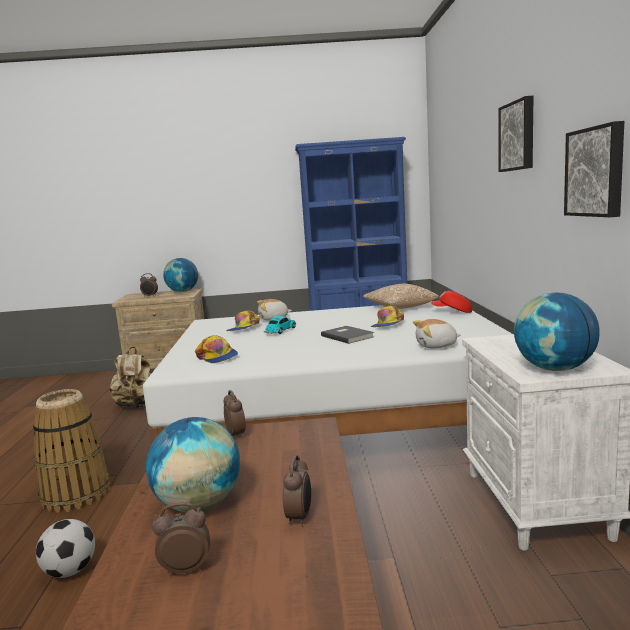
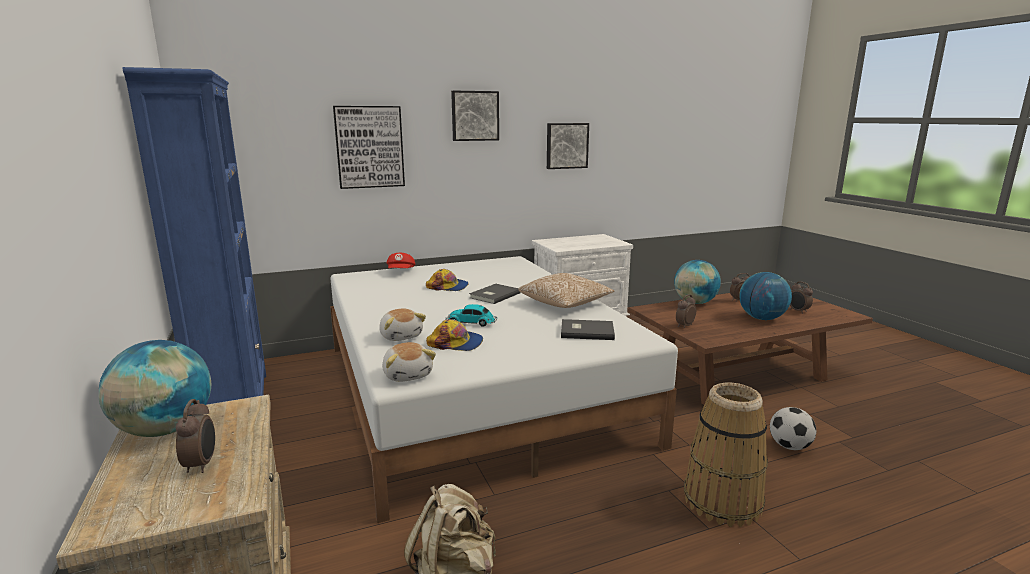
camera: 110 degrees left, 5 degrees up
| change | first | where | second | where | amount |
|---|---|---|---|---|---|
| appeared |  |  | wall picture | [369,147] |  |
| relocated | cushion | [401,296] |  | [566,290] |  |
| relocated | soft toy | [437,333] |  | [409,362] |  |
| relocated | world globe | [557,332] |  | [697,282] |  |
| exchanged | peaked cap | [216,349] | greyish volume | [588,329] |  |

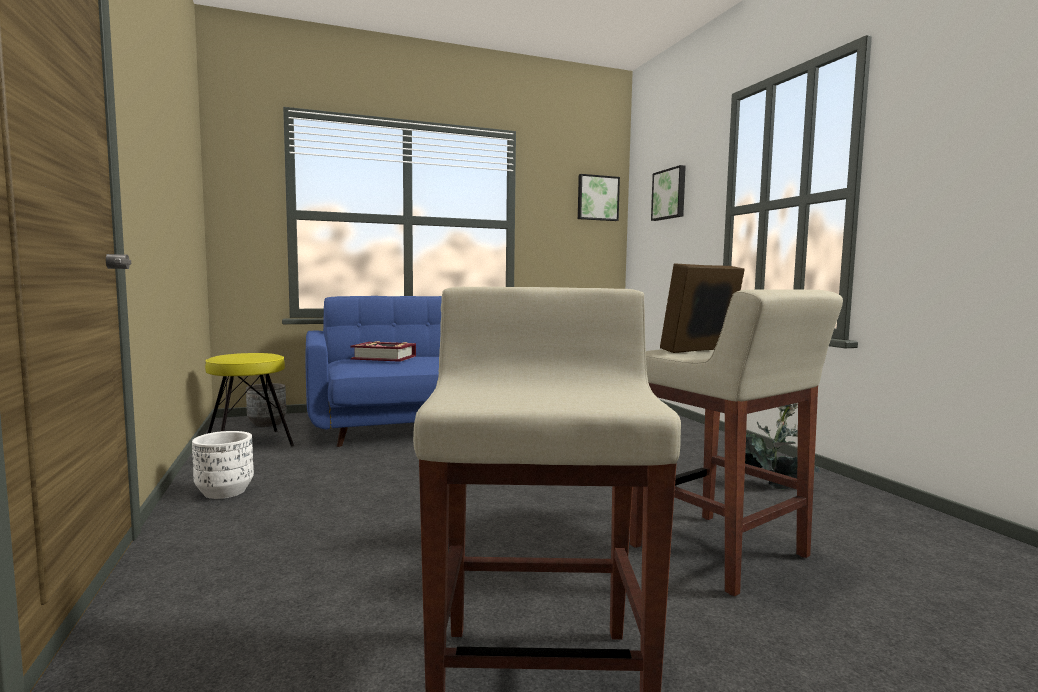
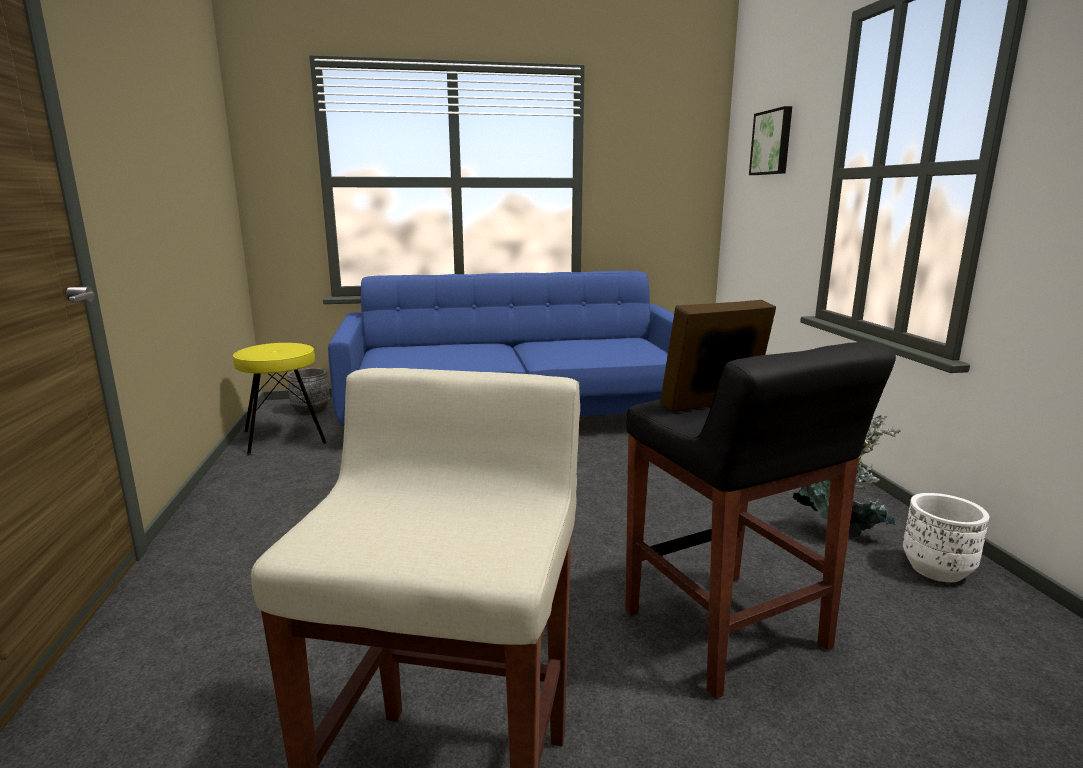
camera: 10 degrees right, 10 degrees up
| change | first | where | second | where | amount |
|---|---|---|---|---|---|
| missing | volume | [383,351] |  |  |  |
| missing | wall picture | [599,197] |  |  |  |
| relocated | white flower pot | [223,465] |  | [946,538] |  |
| colour | sand-coloured stool seat | [736,442] | blackish stool seat | [760,520] |  |

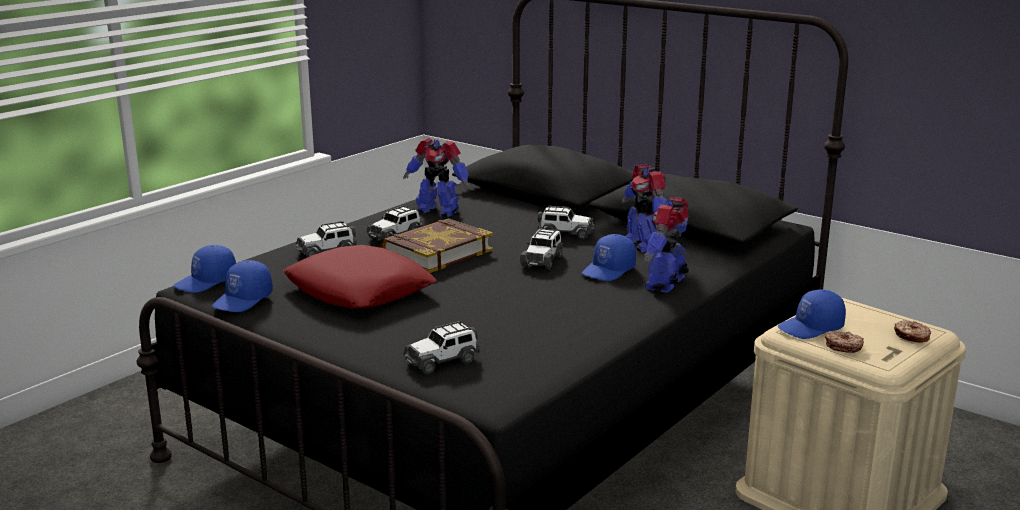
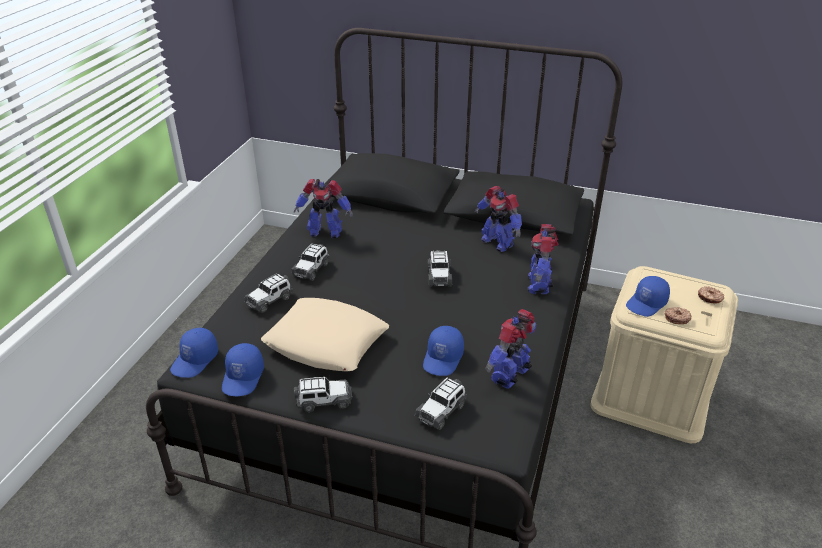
camera: 20 degrees left, 15 degrees up
| change | first | where | second | where | amount |
|---|---|---|---|---|---|
| missing | volume | [437,245] |  |  |  |
| appeared |  |  | model robot | [510,349] |  |
| relocated | toy car | [566,222] |  | [323,394] |  |
| relocated | blue peaked cap | [609,257] |  | [443,351] |  |
| colour | red cushion | [360,277] | sand-coloured cushion | [325,334] |  |

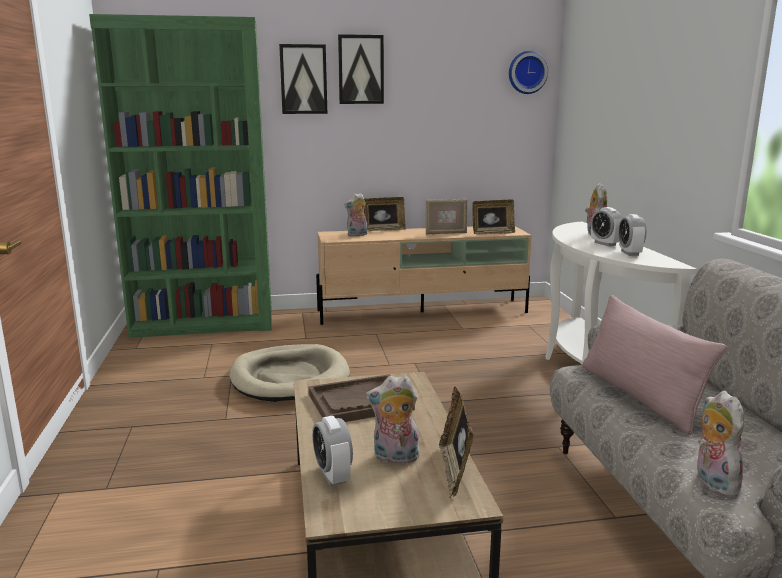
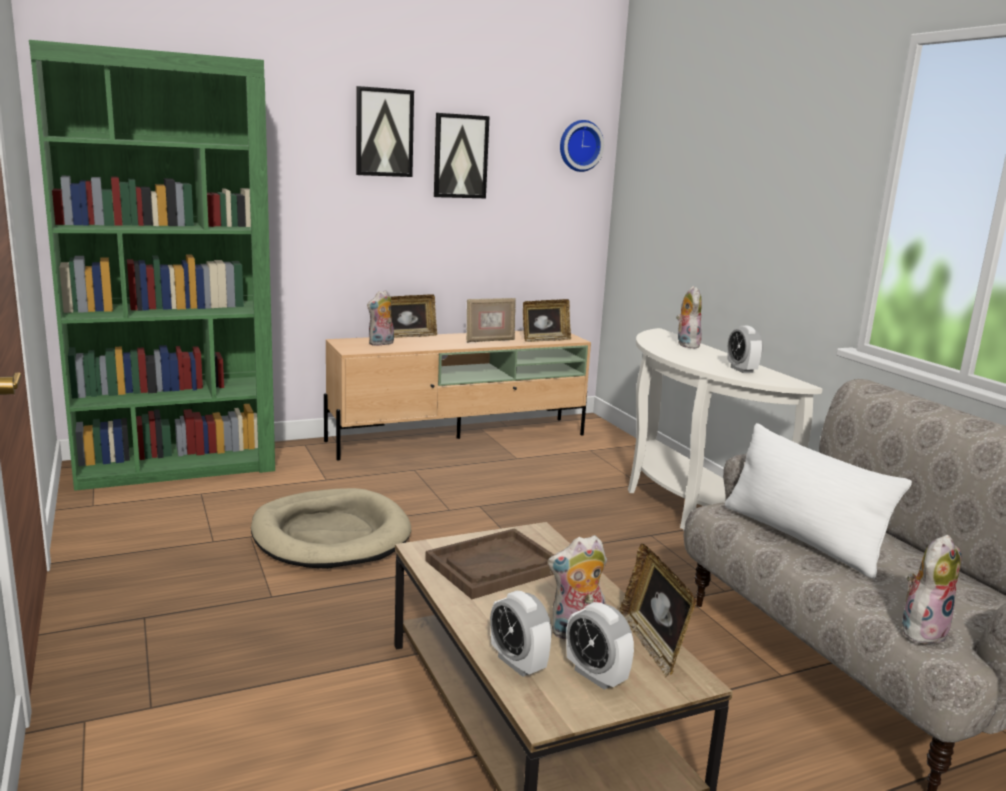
camera: 15 degrees left, 0 degrees up
| change | first | where | second | where | amount |
|---|---|---|---|---|---|
| relocated | wall picture | [303,79] |  | [462,155] |  |
| relocated | bedside clock | [606,226] |  | [600,646] |  |
| colour | pink cushion | [654,365] | white cushion | [818,501] |  |
| spun | soft toy | [719,444] |  | [931,589] | 75 degrees clockwise |

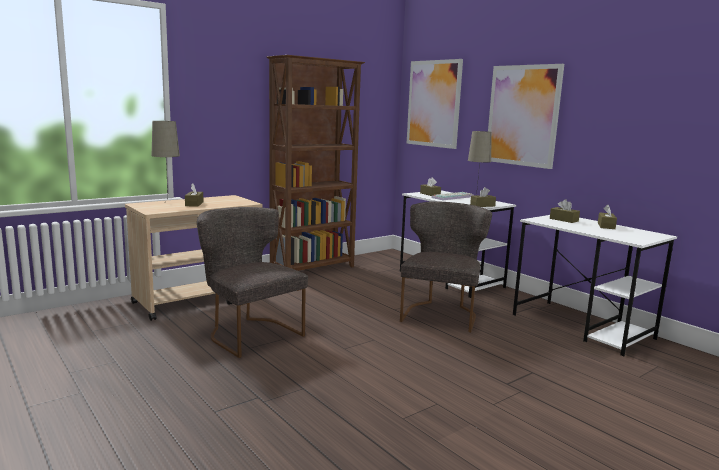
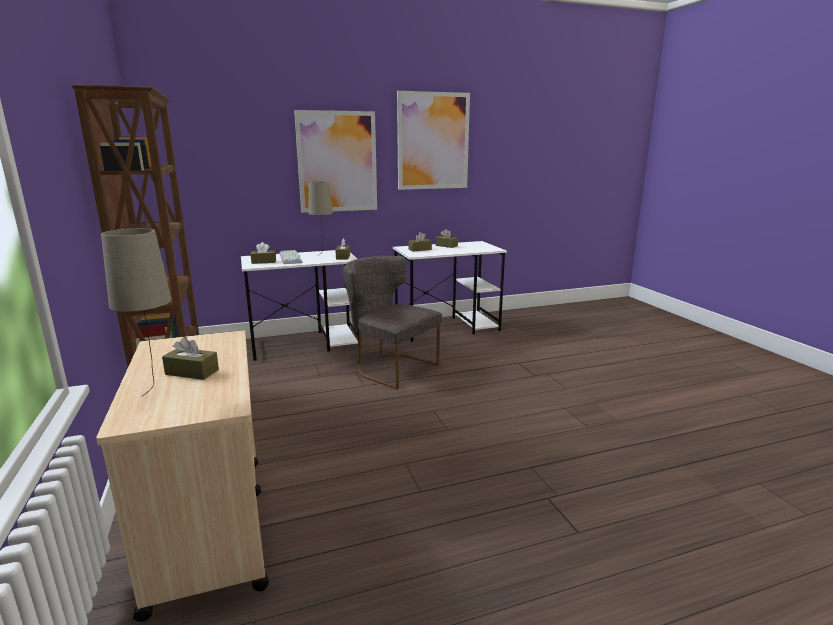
camera: 70 degrees left, 5 degrees up
| change | first | where | second | where | amount |
|---|---|---|---|---|---|
| missing | greyish chair | [252,282] |  |  |  |
| relocated | wall picture | [435,104] |  | [433,140] |  |

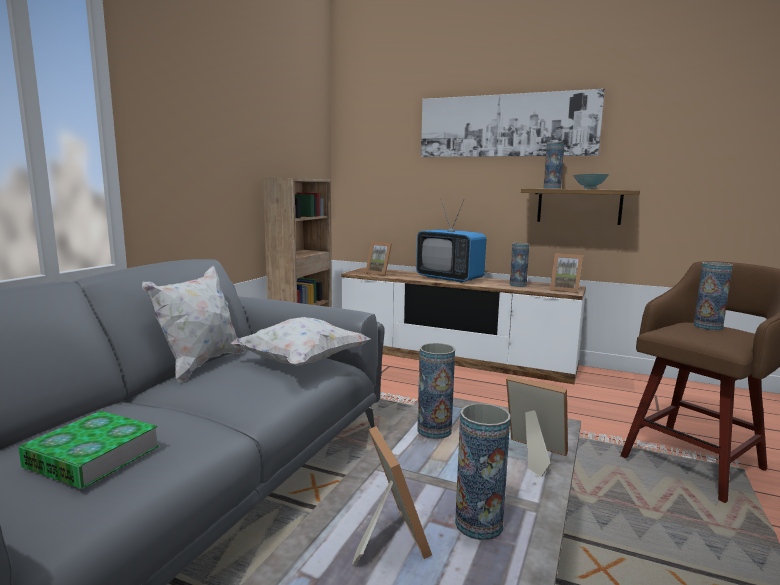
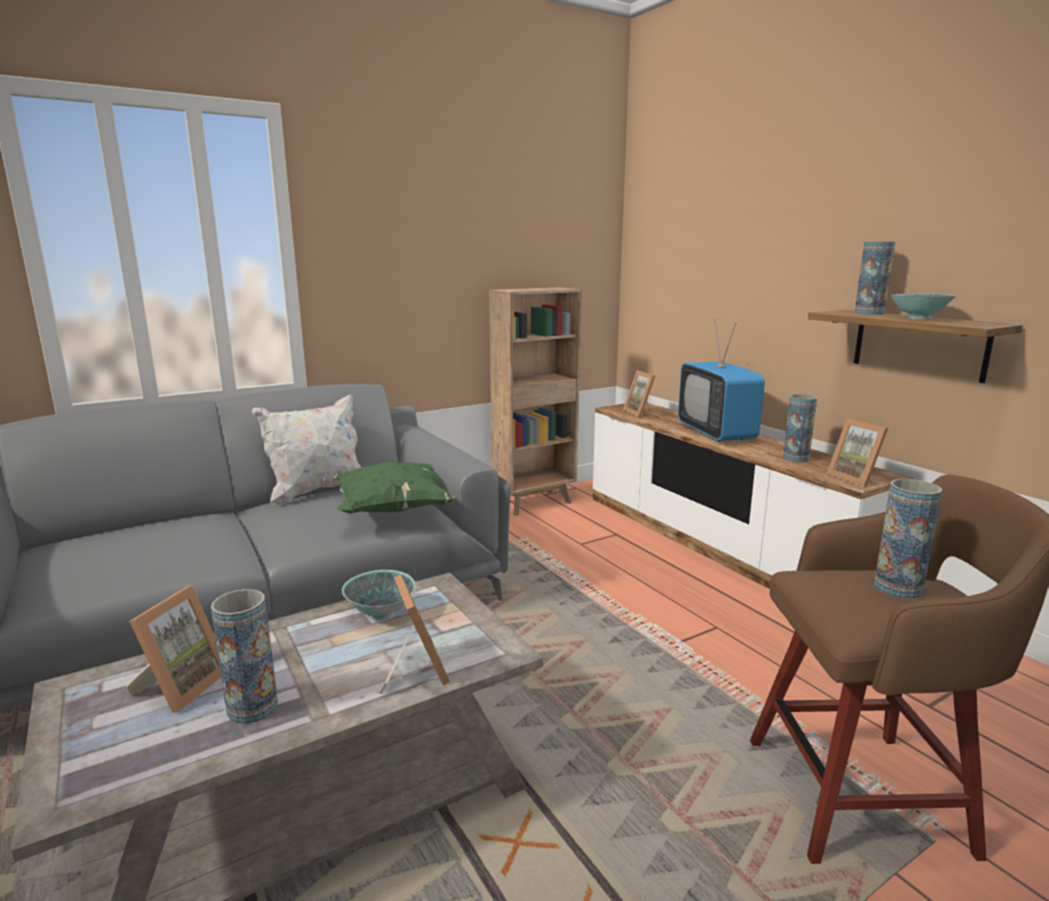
camera: 35 degrees right, 5 degrees up
| change | first | where | second | where | amount |
|---|---|---|---|---|---|
| missing | volume | [88,450] |  |  |  |
| missing | wall picture | [513,123] |  |  |  |
| exchanged | vase | [436,391] | serving bowl | [378,595] |  |
| colour | white cushion | [300,342] | green-coloured cushion | [394,487] |  |

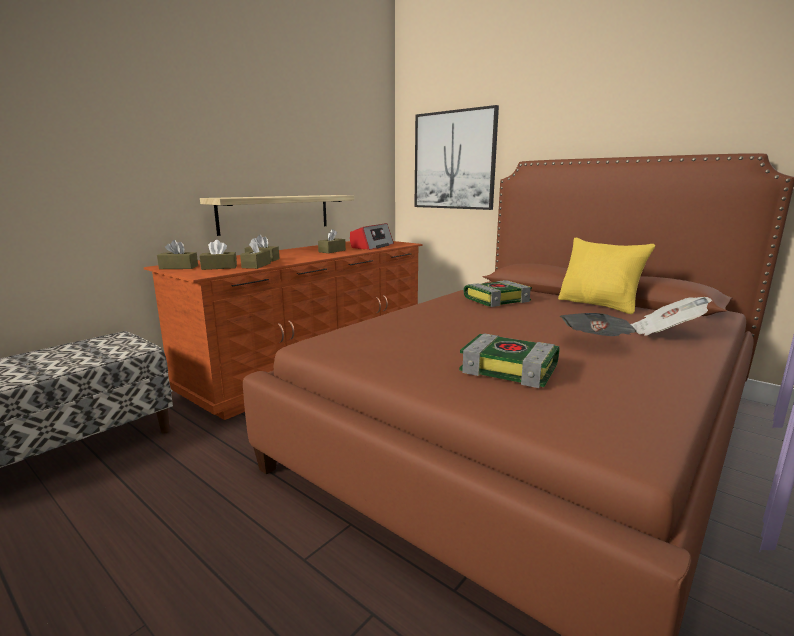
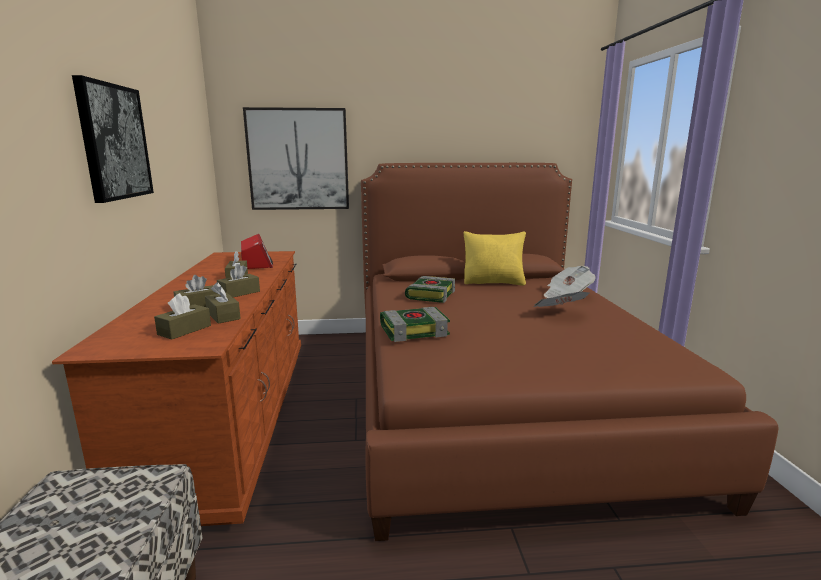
camera: 45 degrees left, 0 degrees up
| change | first | where | second | where | amount |
|---|---|---|---|---|---|
| missing | wall shelf | [277,215] |  |  |  |
| appeared |  |  | wall picture | [113,139] |  |
| relocated | brownish tissue box | [177,254] |  | [238,280] |  |
| relocated | volume | [509,361] |  | [415,324] |  |

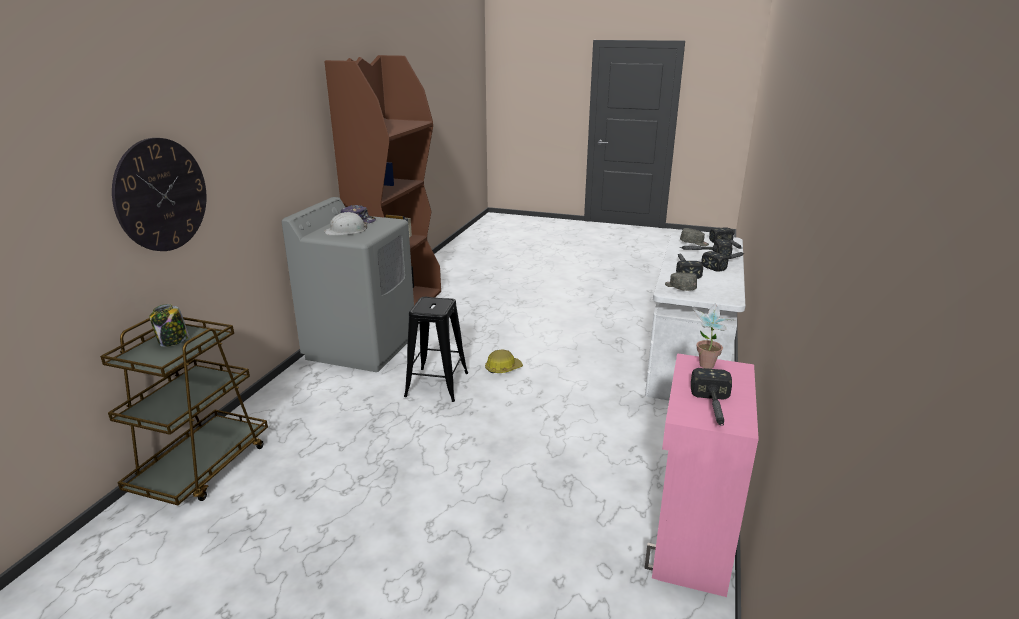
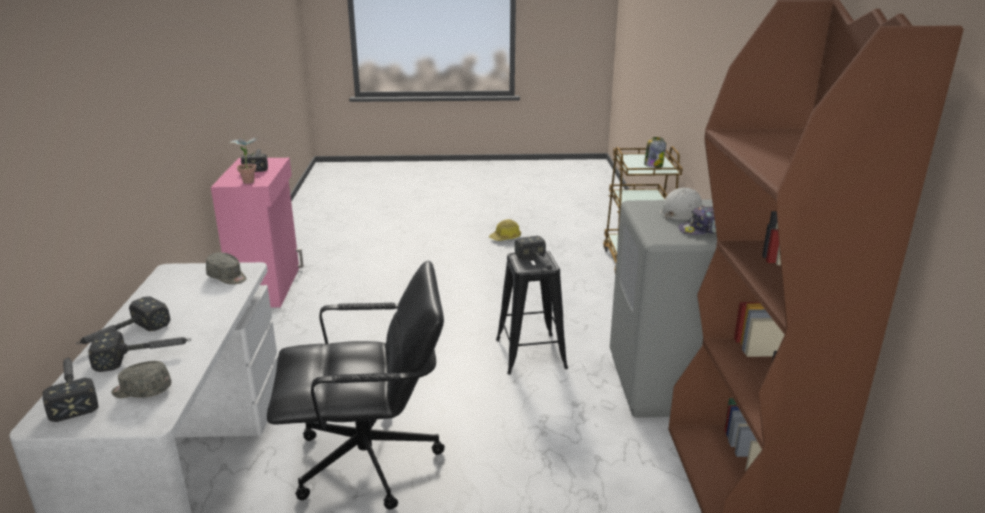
camera: 160 degrees right, 0 degrees up
| change | first | where | second | where | amount |
|---|---|---|---|---|---|
| missing | wall clock | [159,194] |  |  |  |
| appeared |  |  | blackish desk chair | [356,385] |  |
| relocated | hard hat | [504,361] |  | [505,230] |  |
| relocated | tool hammer | [689,266] |  | [534,253] |  |

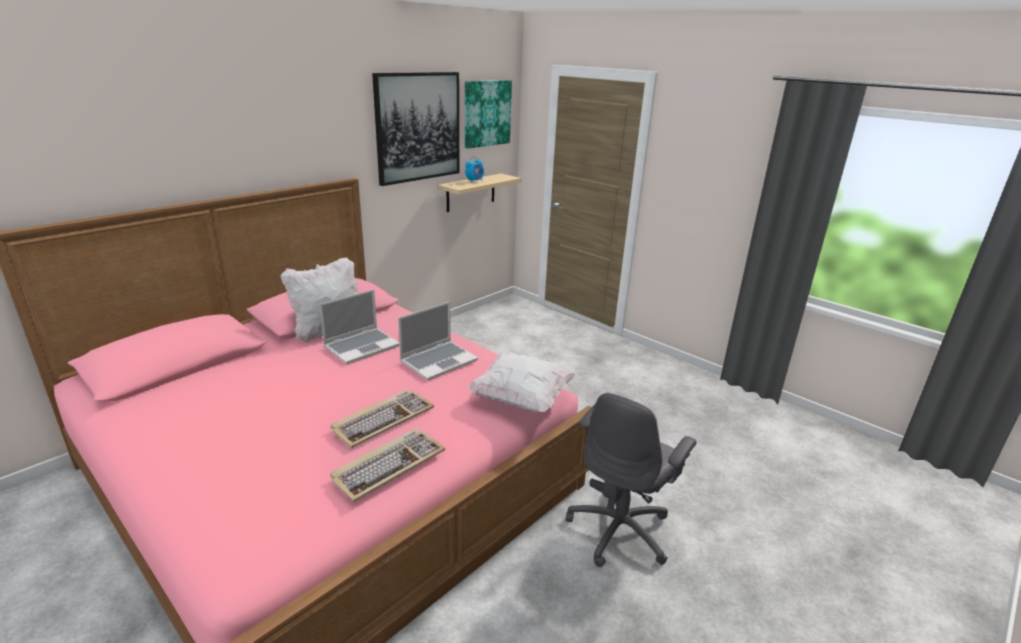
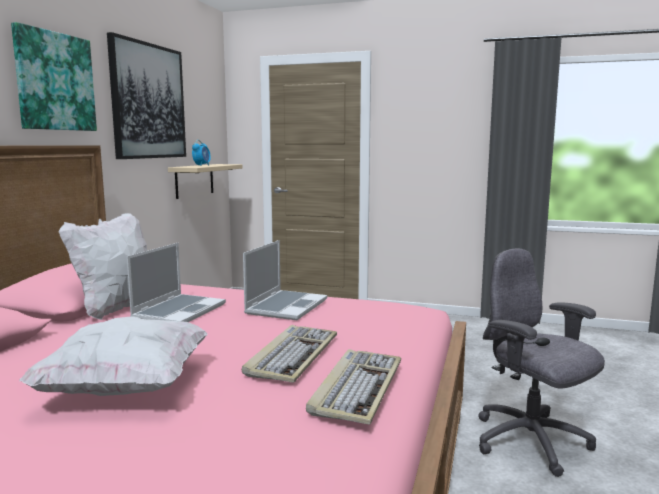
camera: 25 degrees left, 15 degrees down
| change | first | where | second | where | amount |
|---|---|---|---|---|---|
| relocated | wall picture | [488,114] |  | [54,76] |  |
| relocated | white cushion | [522,381] |  | [113,356] |  |
| spun | greyish desk chair | [631,480] |  | [541,363] | 135 degrees clockwise |

